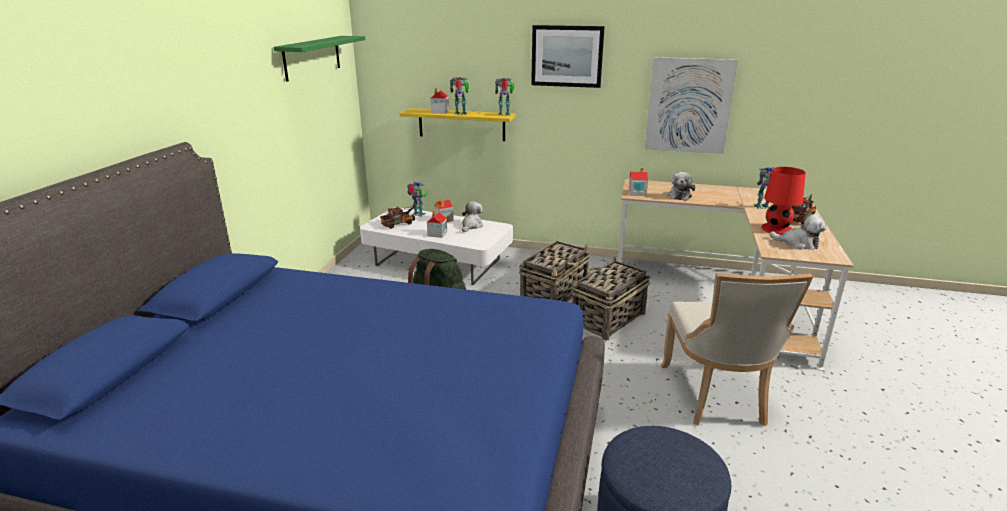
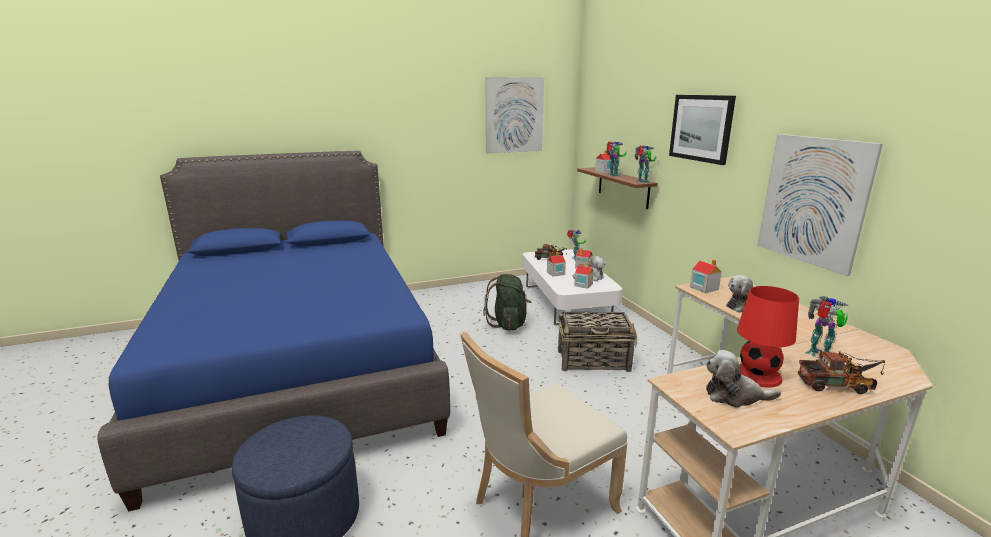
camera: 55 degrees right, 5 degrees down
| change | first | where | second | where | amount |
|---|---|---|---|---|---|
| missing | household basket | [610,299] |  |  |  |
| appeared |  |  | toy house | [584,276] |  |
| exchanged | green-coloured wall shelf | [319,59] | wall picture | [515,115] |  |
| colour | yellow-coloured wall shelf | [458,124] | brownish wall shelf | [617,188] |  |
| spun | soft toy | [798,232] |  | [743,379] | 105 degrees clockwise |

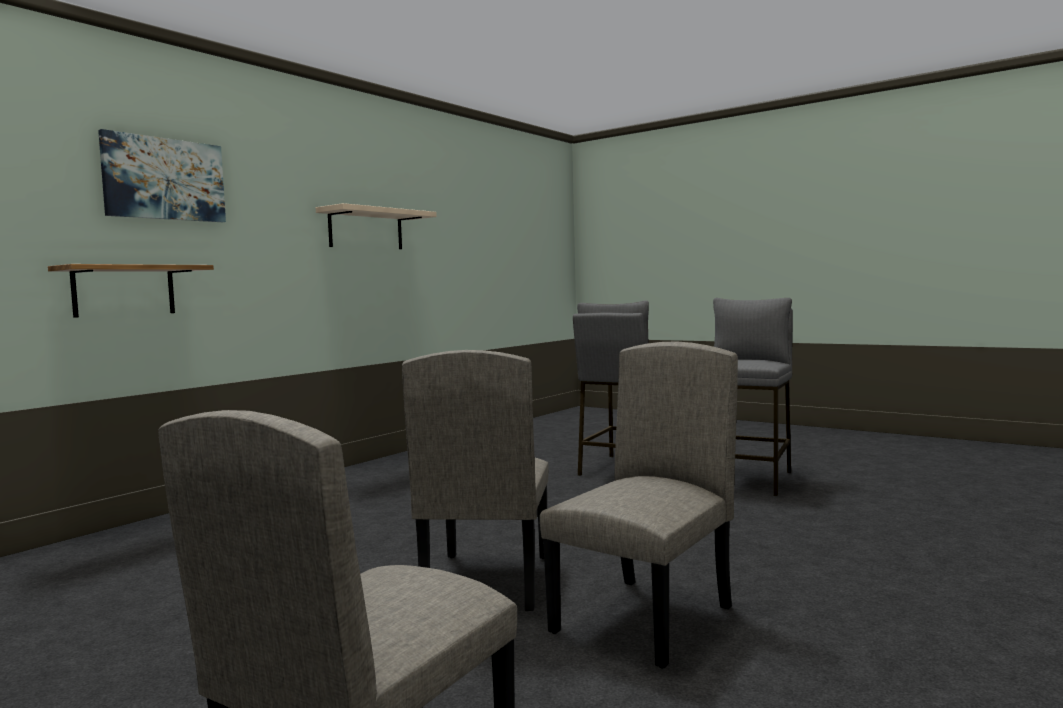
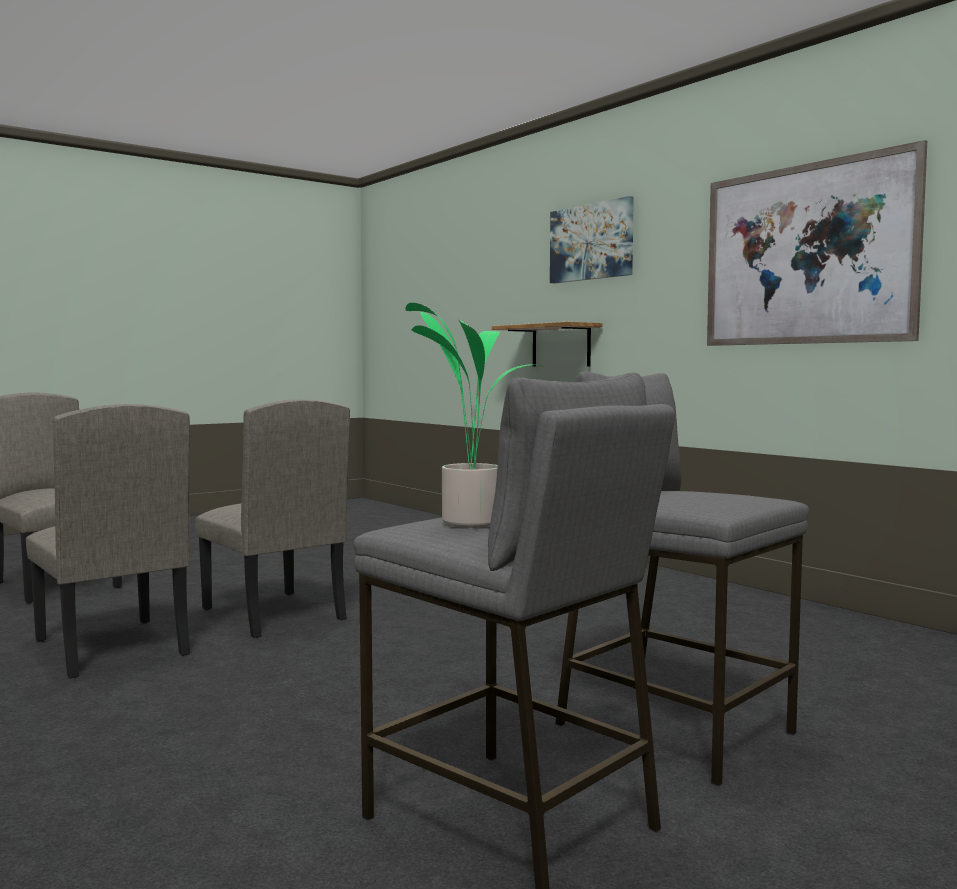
camera: 105 degrees right, 0 degrees up
| change | first | where | second | where | amount |
|---|---|---|---|---|---|
| appeared |  |  | potted plant | [474,415] |  |
| exchanged | sand-coloured wall shelf | [376,226] | wall picture | [817,243] |  |
| spun | sand-coloured chair | [475,480] |  | [272,518] | 150 degrees counterclockwise |

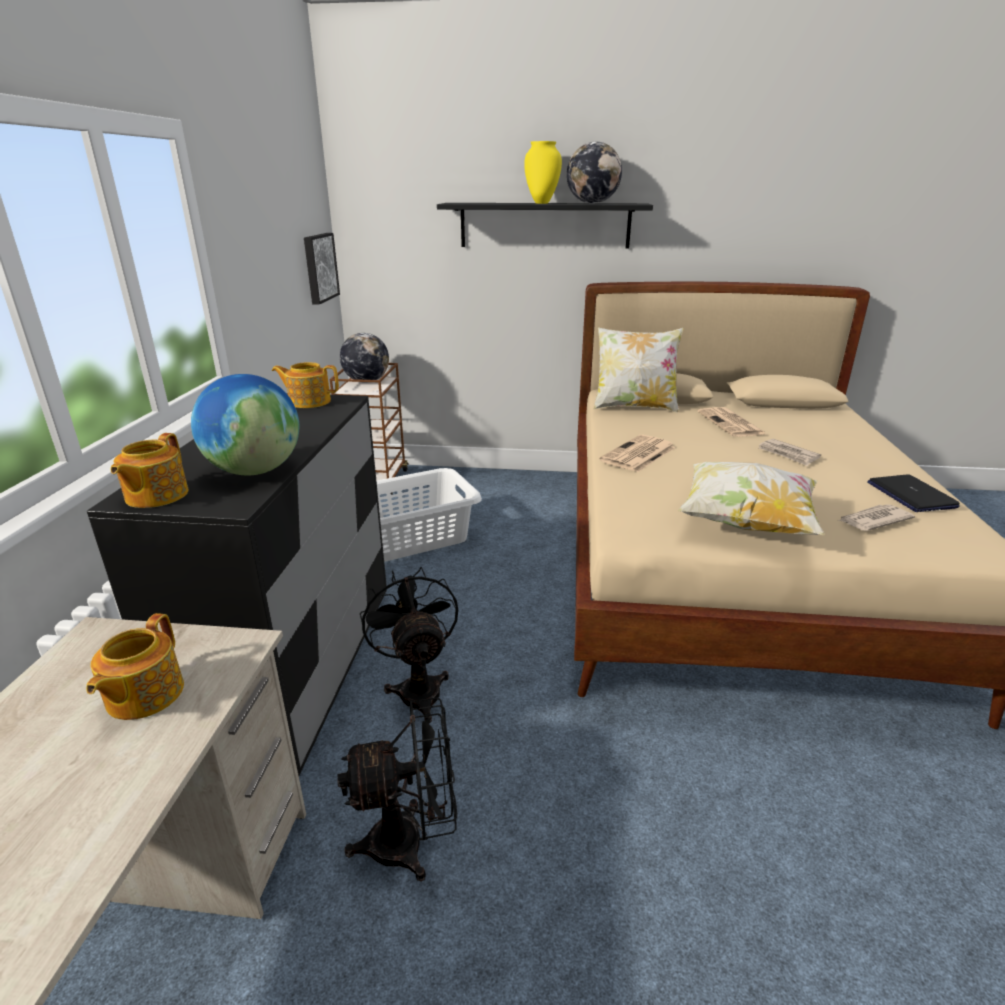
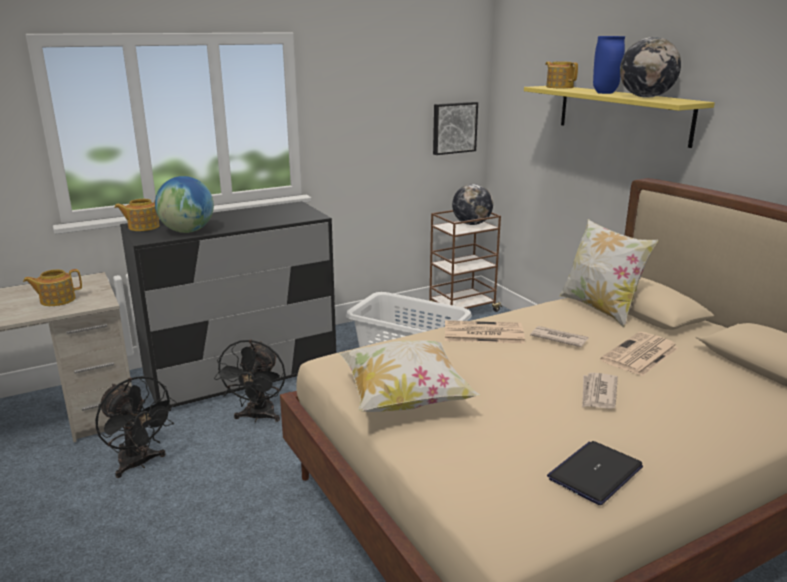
camera: 55 degrees right, 5 degrees down
| change | first | where | second | where | amount |
|---|---|---|---|---|---|
| relocated | pot for tea | [305,385] |  | [561,75] |  |
| relocated | newspaper | [876,517] |  | [559,336] |  |
| colour | blackish wall shelf | [545,226] | yellow-coloured wall shelf | [619,117] |  |
| colour | yellow-coloured vase | [543,172] | blue vase | [609,65] |  |
| spun | blackish cooling fan | [409,645] |  | [250,381] | 150 degrees clockwise |

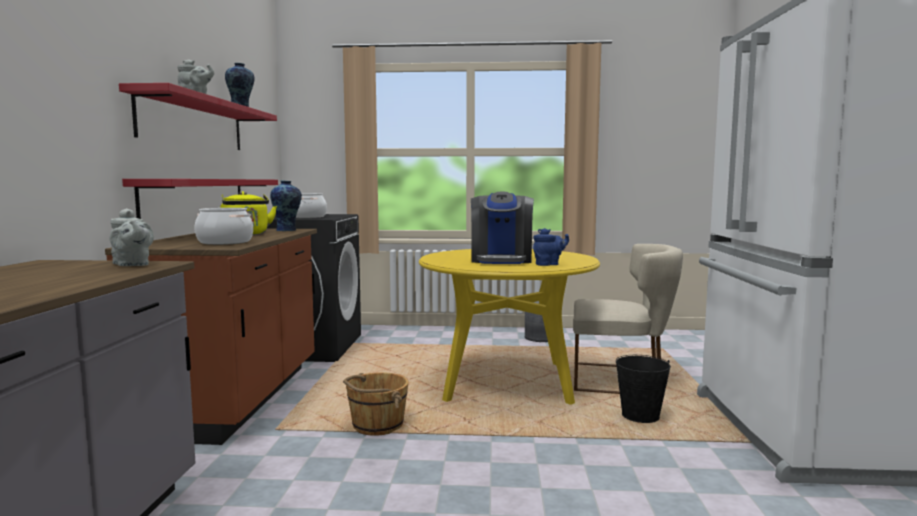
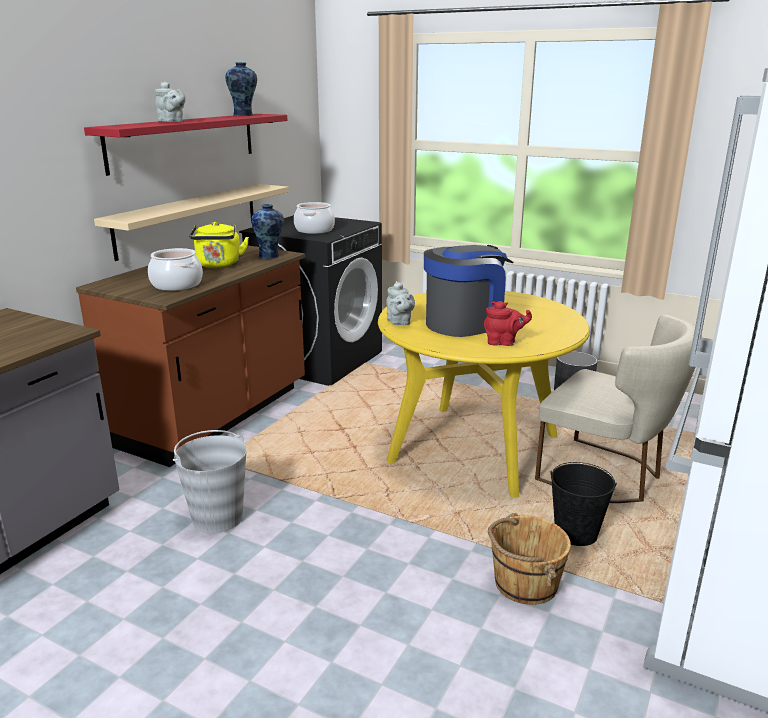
camera: 25 degrees right, 15 degrees up
| change | first | where | second | where | amount |
|---|---|---|---|---|---|
| appeared |  |  | greyish pail | [209,481] |  |
| relocated | greyish pot for tea | [131,237] |  | [400,303] |  |
| relocated | brownish pail | [376,404] |  | [529,559] |  |
| colour | red wall shelf | [200,199] | sand-coloured wall shelf | [191,222] |  |
| colour | blue pot for tea | [551,247] | red pot for tea | [508,323] |  |
| spun | coffee maker | [502,228] |  | [468,291] | 150 degrees counterclockwise |

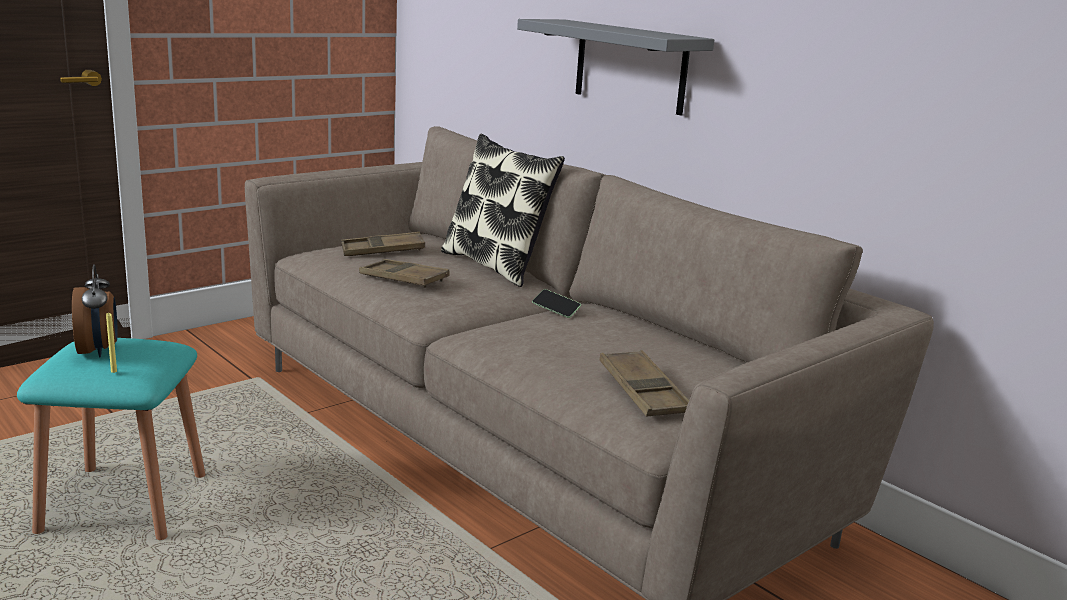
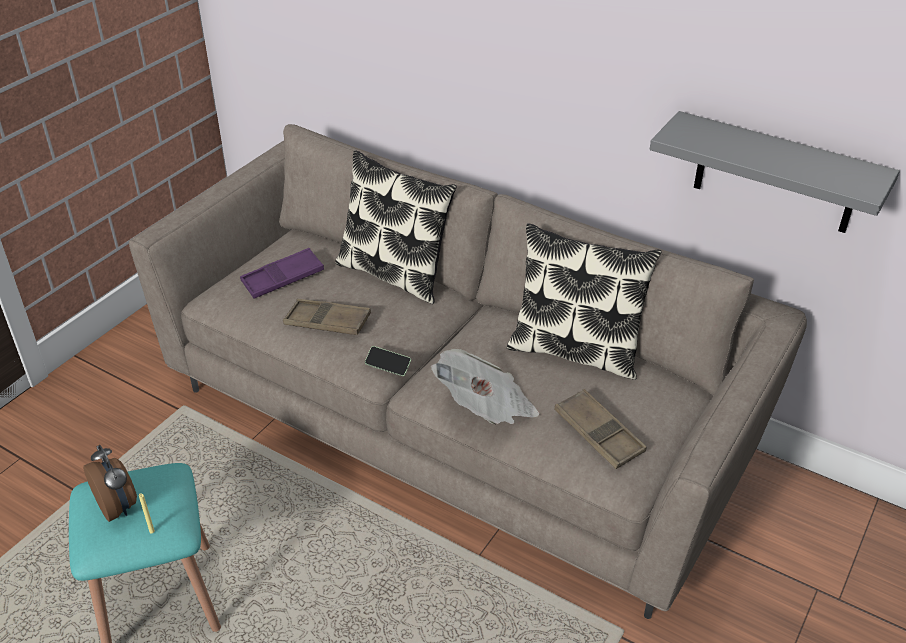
camera: 15 degrees left, 20 degrees up
| change | first | where | second | where | amount |
|---|---|---|---|---|---|
| appeared |  |  | newspaper | [485,386] |  |
| appeared |  |  | cushion | [584,301] |  |
| relocated | greyish wall shelf | [615,67] |  | [775,172] |  |
| relocated | phone | [556,303] |  | [388,361] |  |
| colour | brownish carrying tray | [383,244] | purple carrying tray | [282,273] |  |

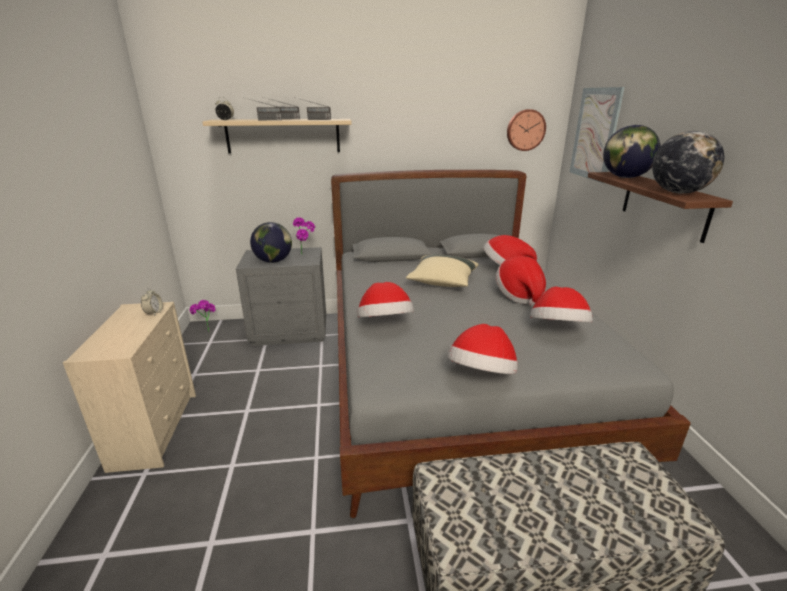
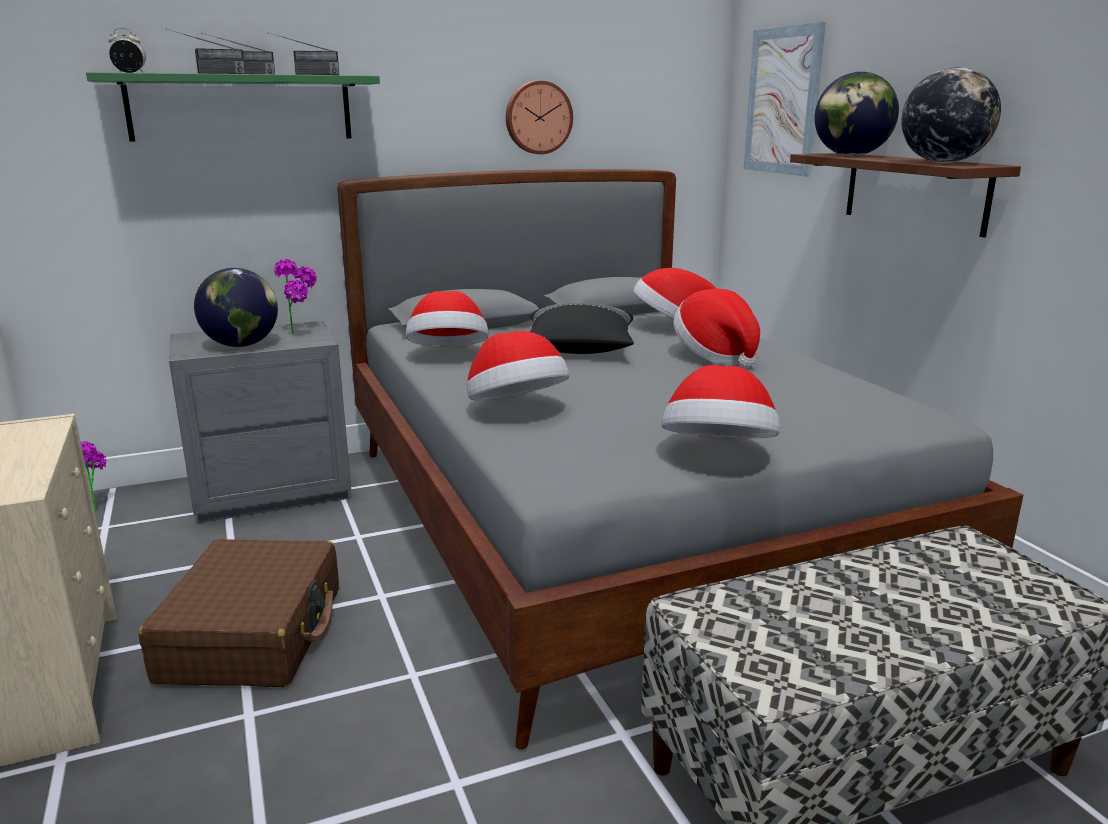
camera: 15 degrees left, 5 degrees down
| change | first | where | second | where | amount |
|---|---|---|---|---|---|
| missing | bedside clock | [152,302] |  |  |  |
| appeared |  |  | brownish suitcase | [239,613] |  |
| relocated | wall clock | [526,130] |  | [539,117] |  |
| relocated | wearable hat | [561,305] |  | [447,318] |  |
| colour | sand-coloured wall shelf | [277,136] | green-coloured wall shelf | [233,106] |  |
| colour | sand-coloured cushion | [442,270] | blackish cushion | [581,328] |  |

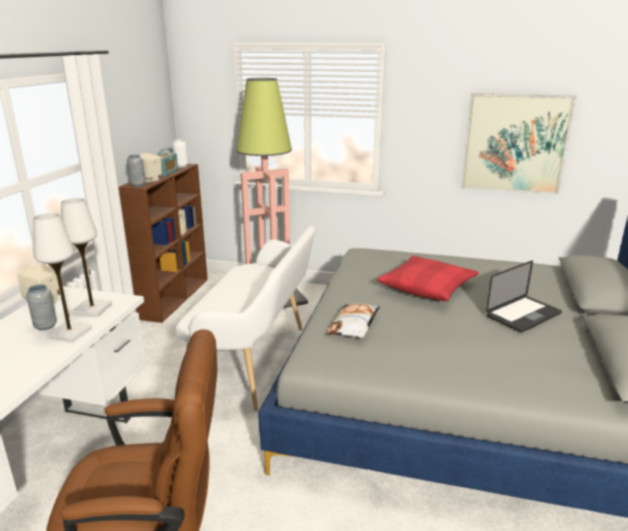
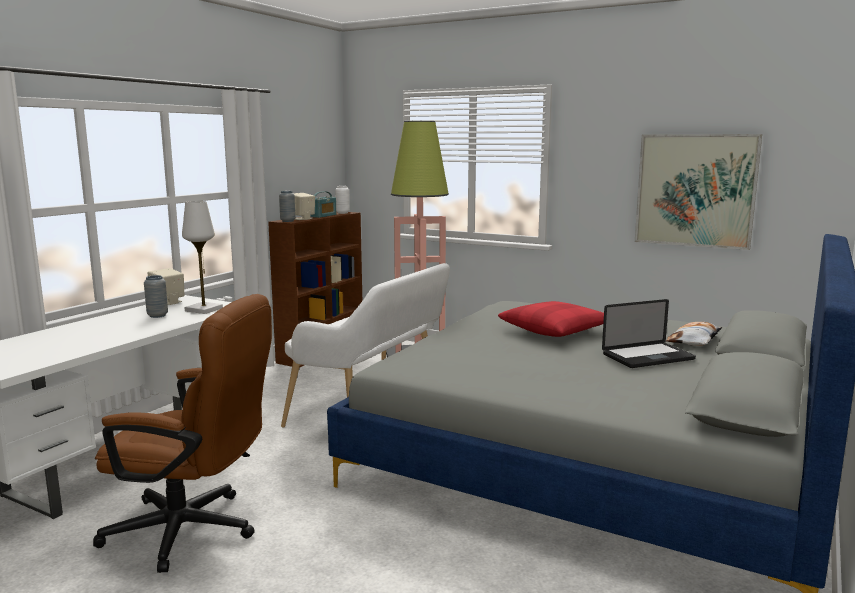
camera: 15 degrees right, 10 degrees down
| change | first | where | second | where | amount |
|---|---|---|---|---|---|
| missing | white table lamp | [62,278] |  |  |  |
| relocated | cushion | [353,320] |  | [694,334] |  |

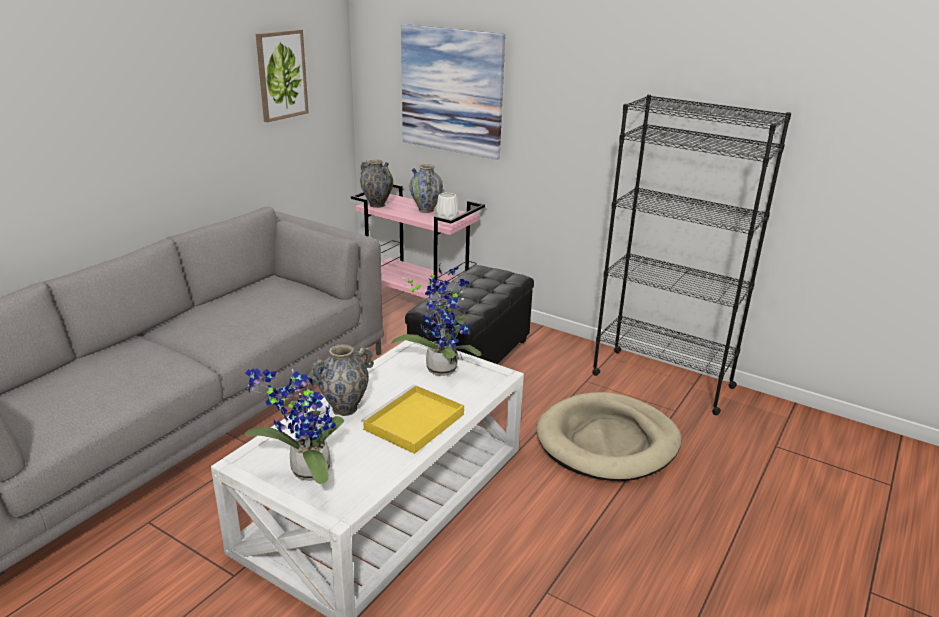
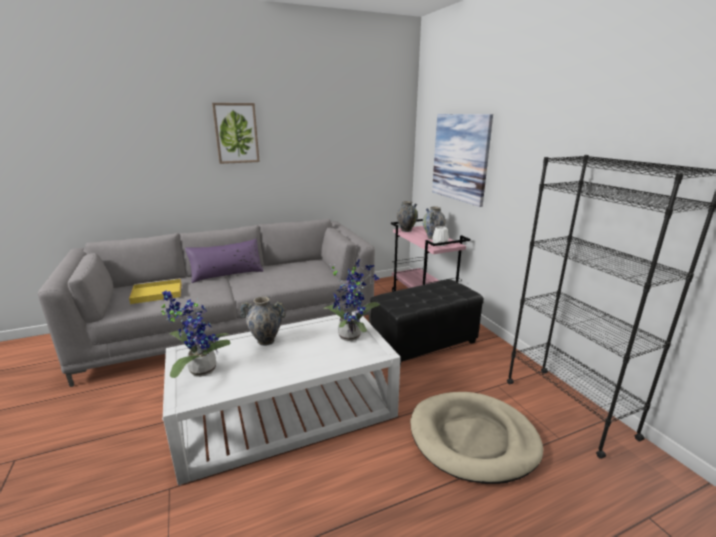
camera: 35 degrees right, 5 degrees down
| change | first | where | second | where | amount |
|---|---|---|---|---|---|
| appeared |  |  | purple cushion | [224,261] |  |
| relocated | wall picture | [282,75] |  | [236,133] |  |
| relocated | yellow-coloured carrying tray | [412,419] |  | [155,291] |  |

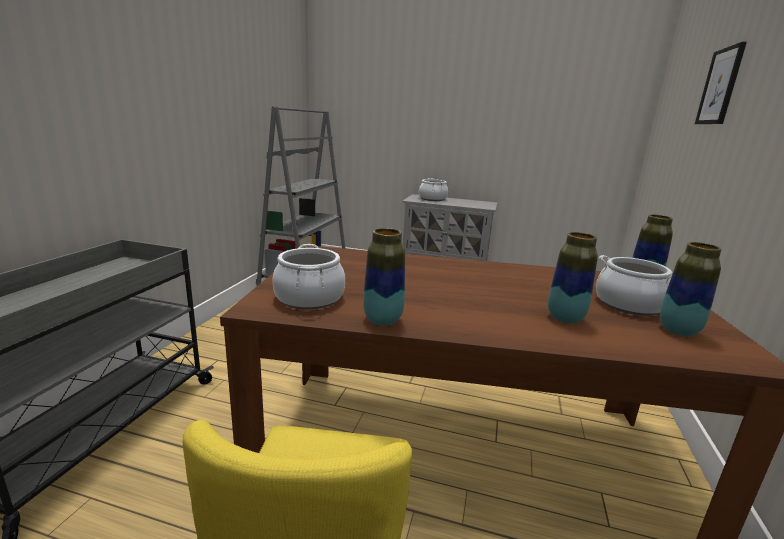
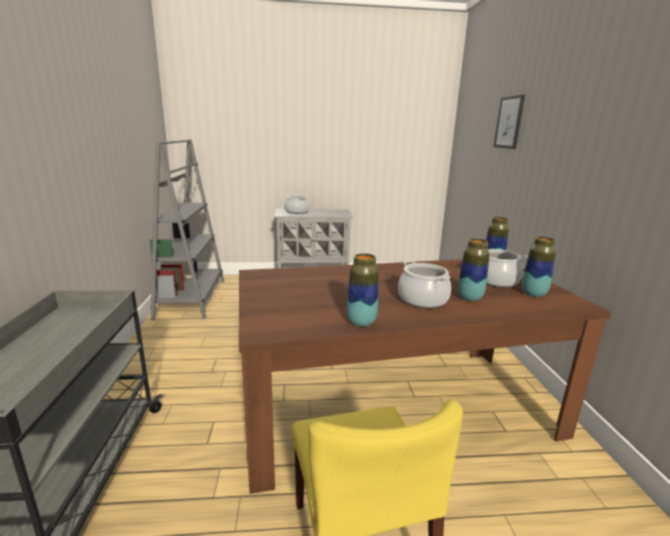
camera: 20 degrees left, 0 degrees up
| change | first | where | second | where | amount |
|---|---|---|---|---|---|
| relocated | stockpot | [308,276] |  | [424,284] |  |

